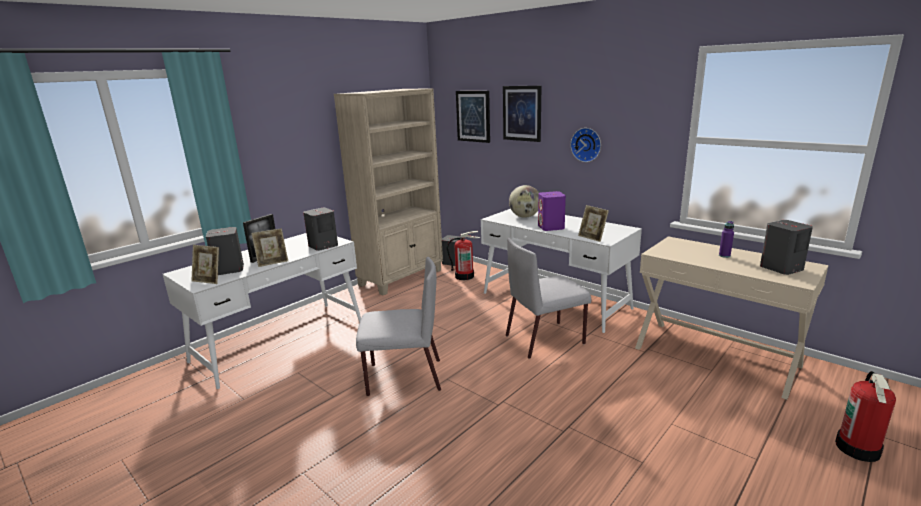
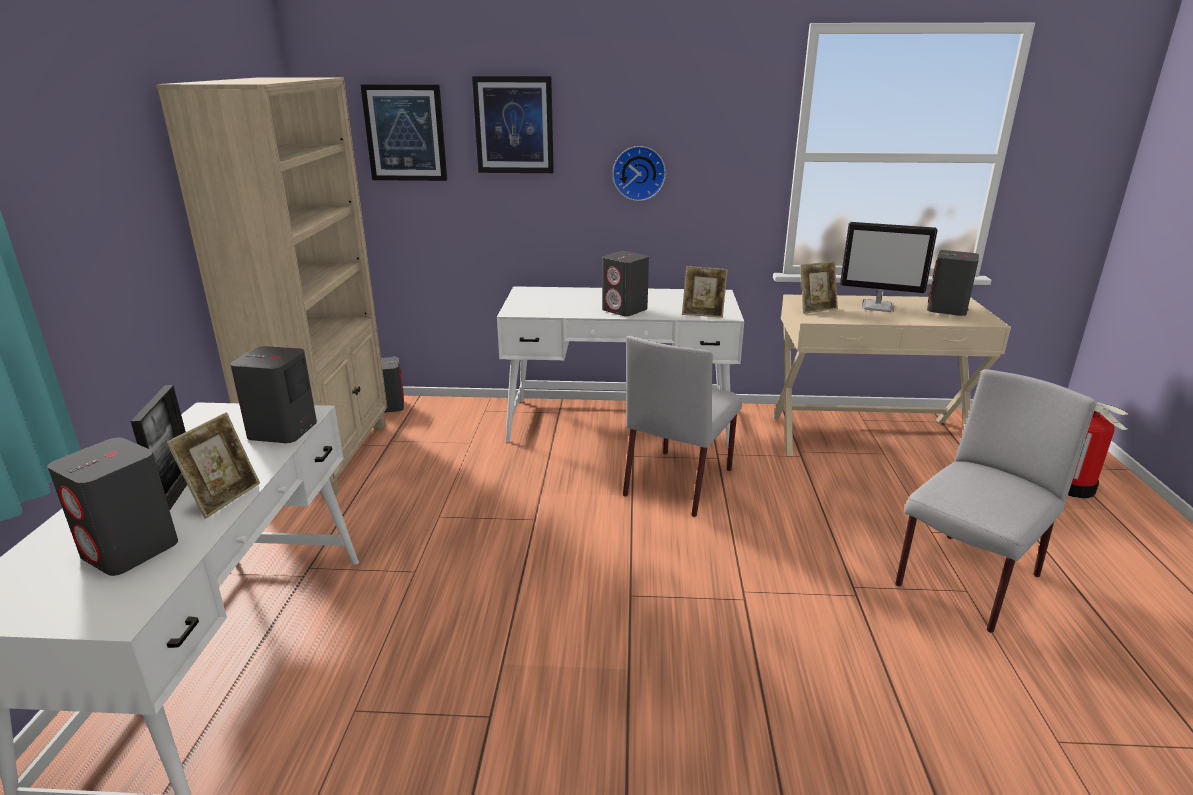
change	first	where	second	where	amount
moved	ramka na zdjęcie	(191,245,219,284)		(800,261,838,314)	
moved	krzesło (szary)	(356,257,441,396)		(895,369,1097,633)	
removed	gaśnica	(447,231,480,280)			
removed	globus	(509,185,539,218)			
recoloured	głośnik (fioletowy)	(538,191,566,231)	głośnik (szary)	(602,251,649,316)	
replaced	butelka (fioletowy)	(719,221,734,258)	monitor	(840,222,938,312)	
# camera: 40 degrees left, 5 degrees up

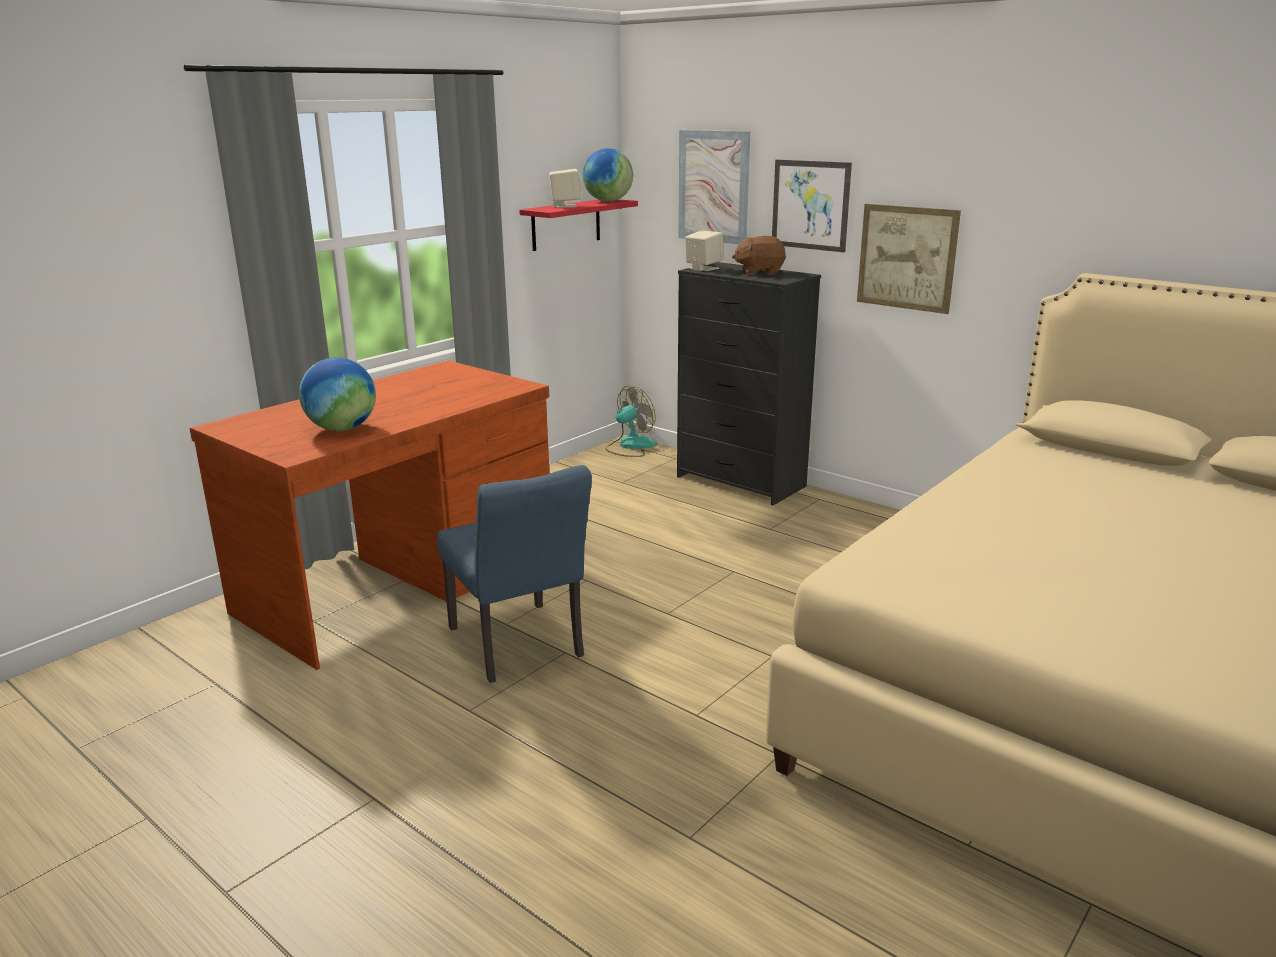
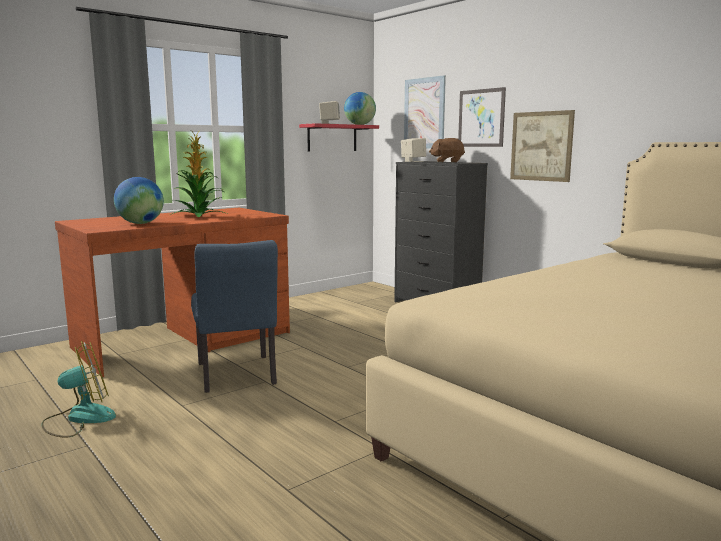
change	first	where	second	where	amount
moved	wentylator	(605,386,657,457)		(41,341,116,438)	
added			roślina doniczkowa	(170,132,227,217)	
# camera: 10 degrees right, 10 degrees down

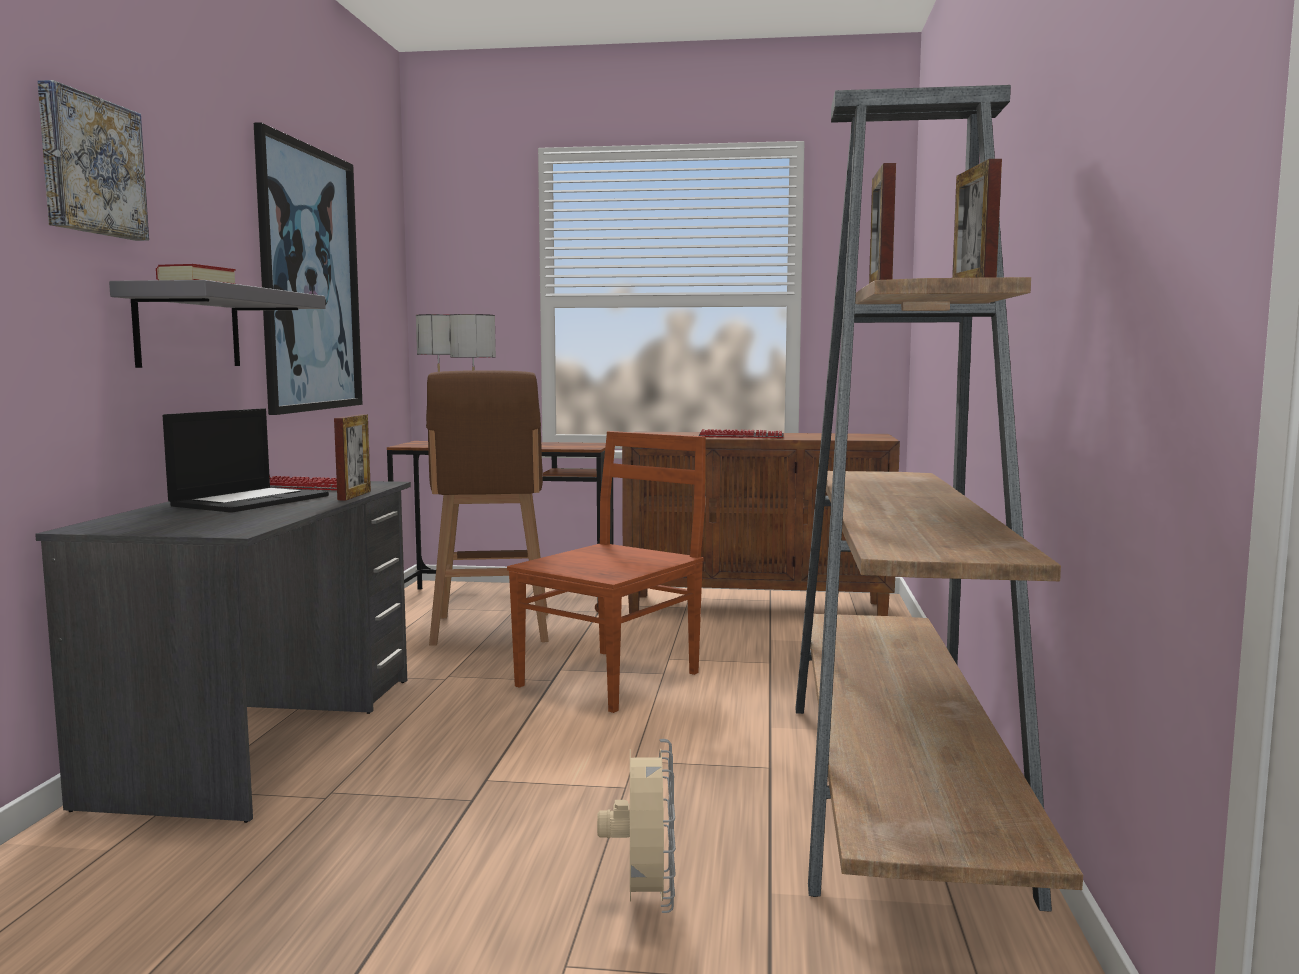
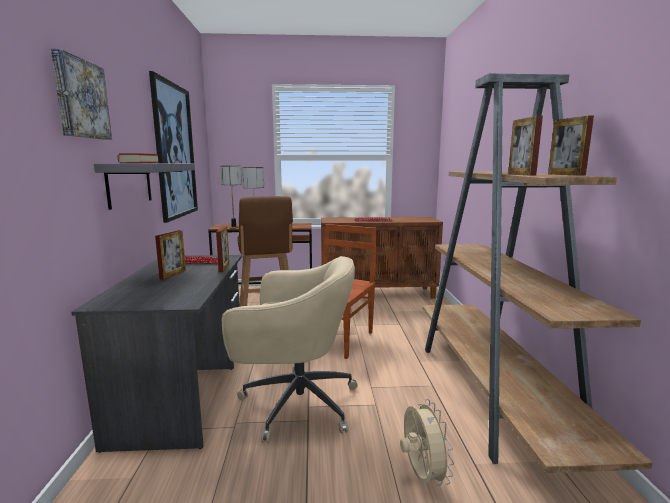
change	first	where	second	where	amount
replaced	laptop	(163,409,329,513)	ramka na zdjęcie	(155,230,186,279)	
added			krzesło biurowe (beżowy)	(222,256,358,443)	
# camera: 10 degrees left, 5 degrees up

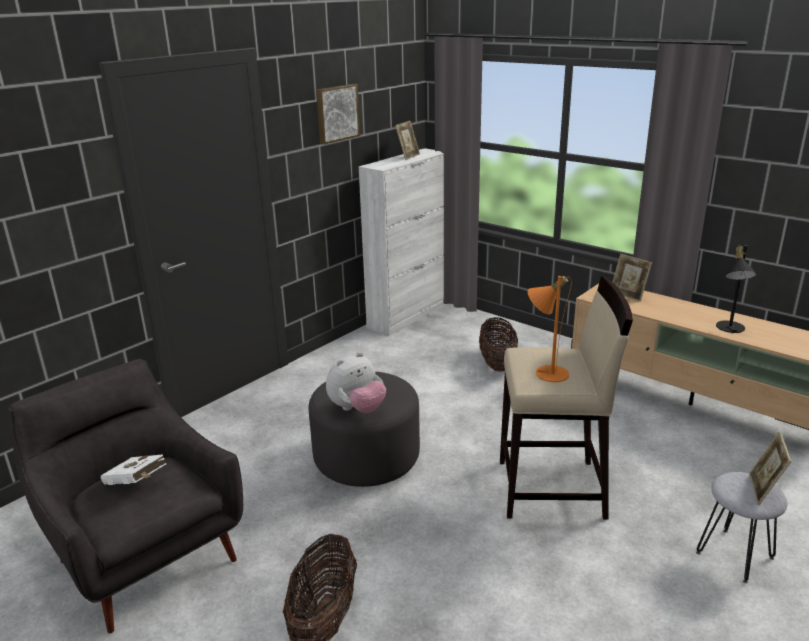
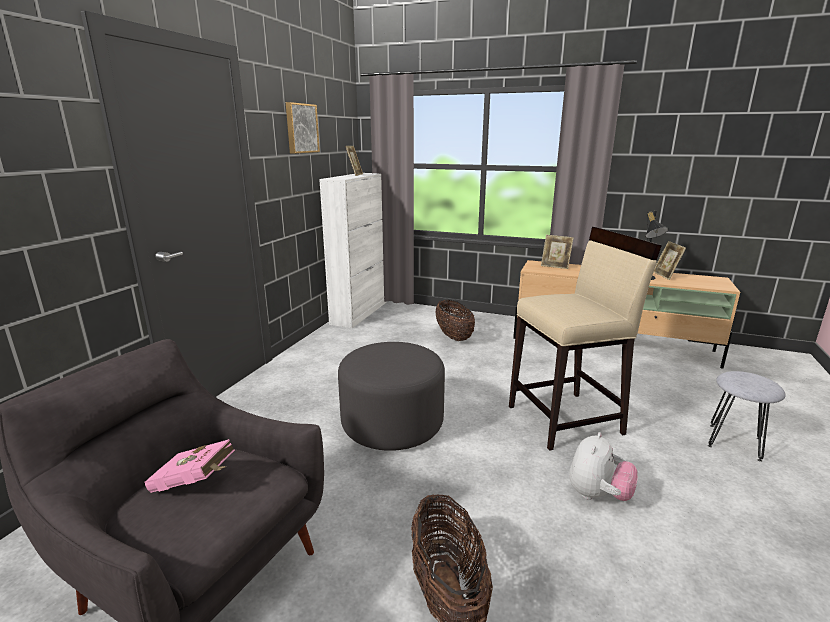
change	first	where	second	where	amount
recoloured	książka (biały)	(101,454,166,485)	książka (różowy)	(145,439,235,493)	
moved	pluszak	(326,352,386,413)		(569,432,638,501)	
removed	lampa stołowa (pomarańczowy)	(528,276,572,382)			
moved	ramka na zdjęcie	(749,431,792,505)		(654,241,686,280)	
# camera: 20 degrees left, 5 degrees down

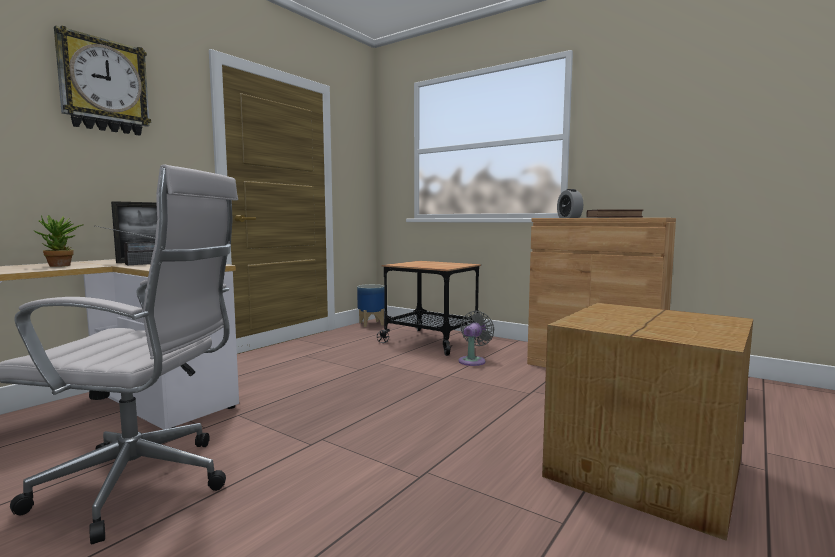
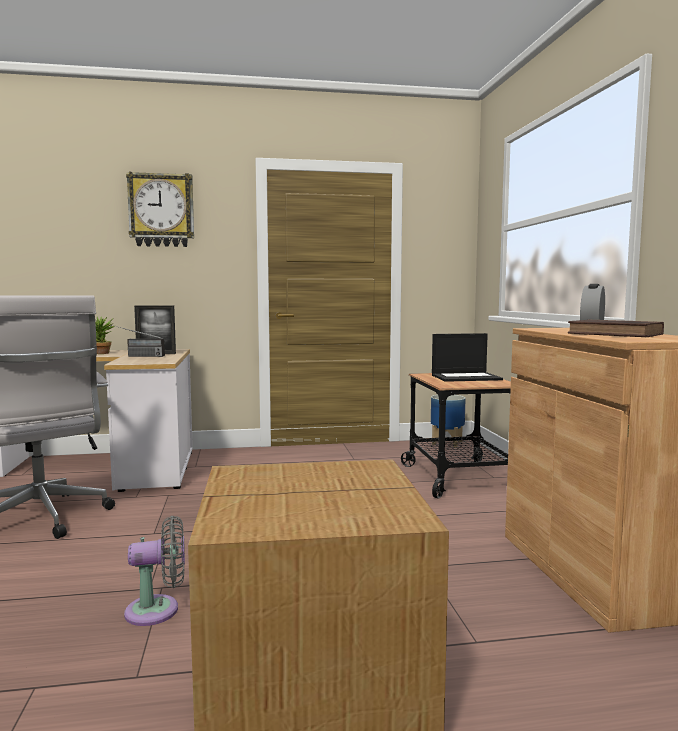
change	first	where	second	where	amount
moved	wentylator (szary)	(458,311,494,366)		(124,516,185,626)	
added			laptop	(432,333,503,382)	
# camera: 45 degrees right, 0 degrees up

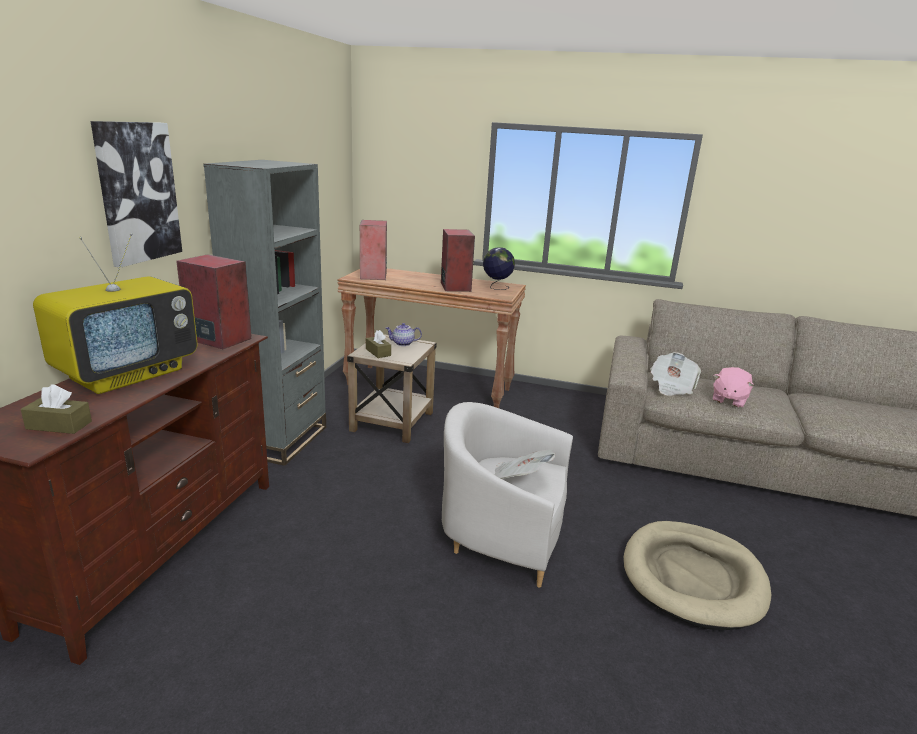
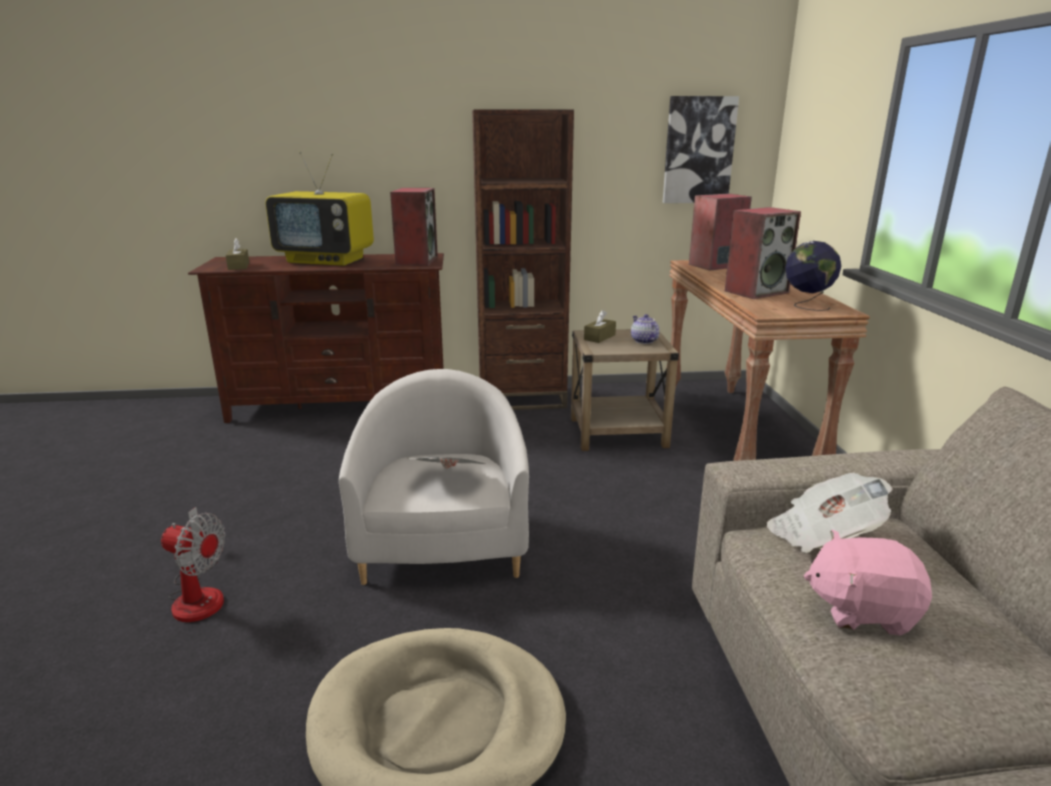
change	first	where	second	where	amount
moved	obraz	(91,121,182,268)		(663,96,739,203)	
recoloured	regał (szary)	(203,160,326,466)	regał (brązowy)	(472,109,574,410)	
added			wentylator	(161,507,225,622)	
# camera: 70 degrees right, 0 degrees up

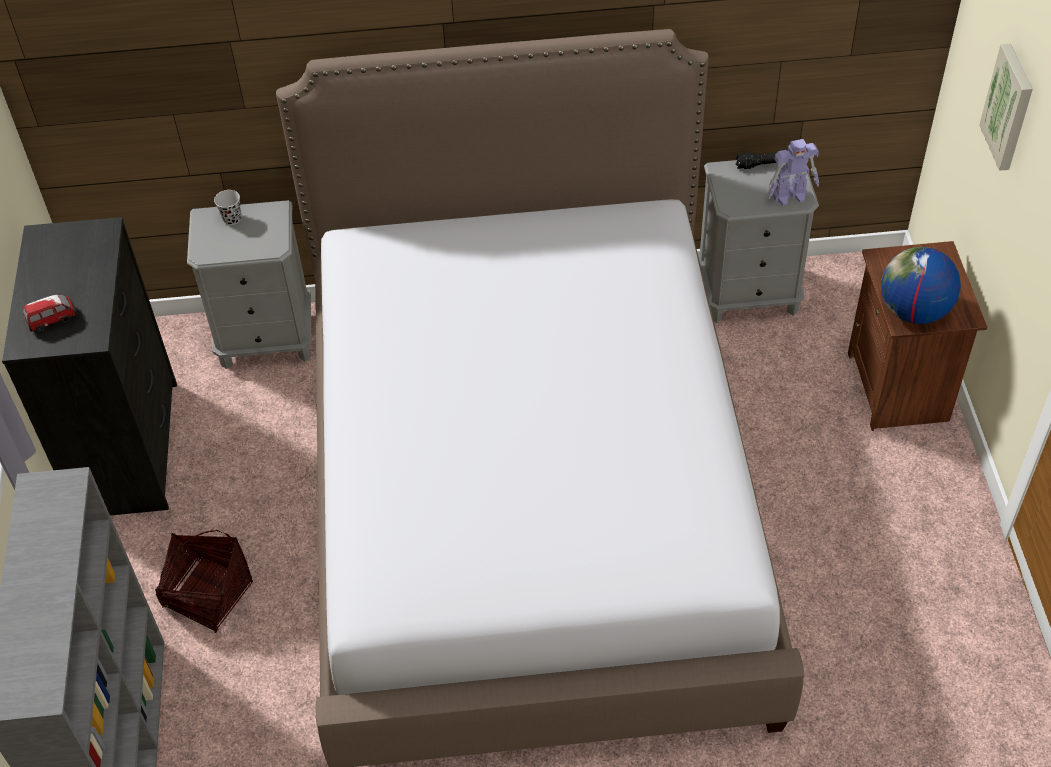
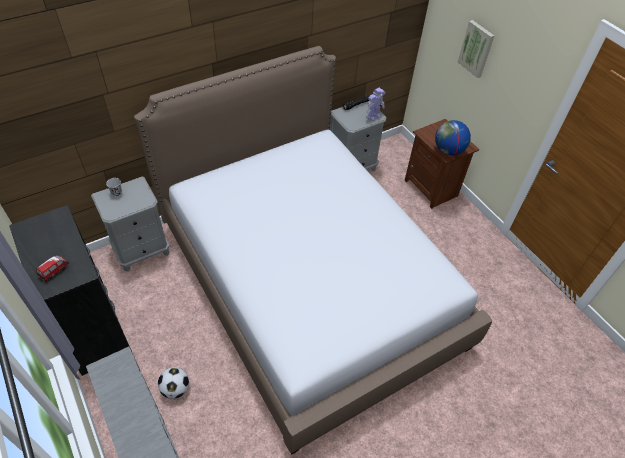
change	first	where	second	where	amount
replaced	koszyk	(155,530,253,633)	piłka futbolowa	(158,367,189,399)	
# camera: 30 degrees left, 0 degrees up

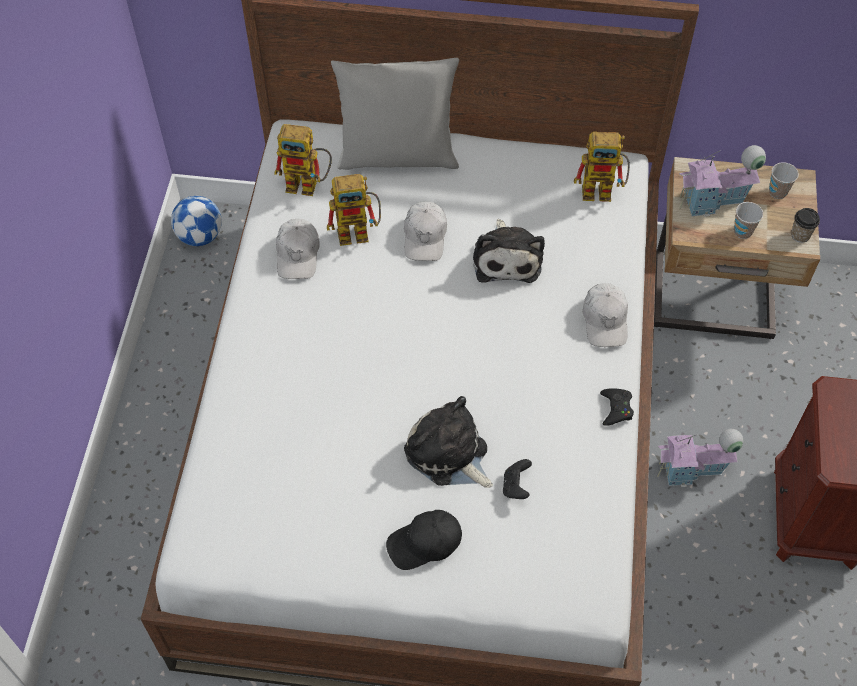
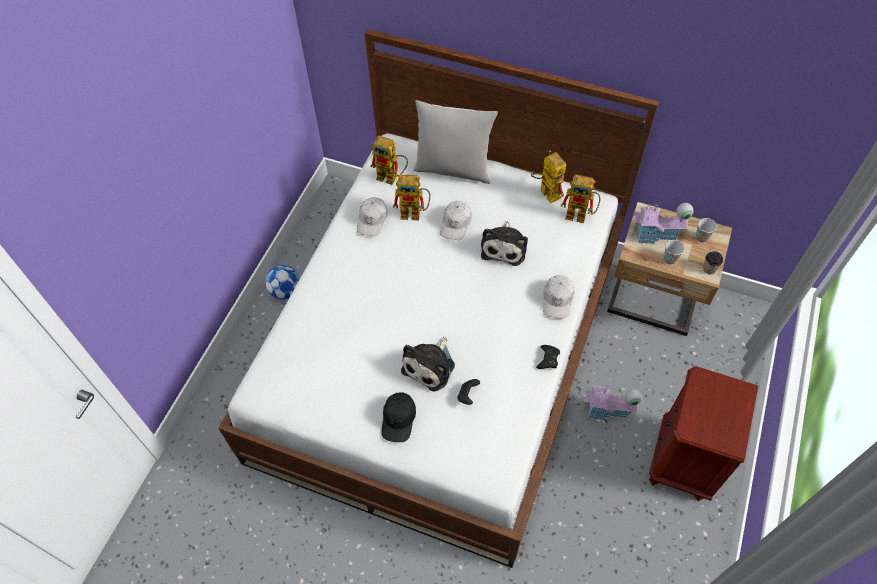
change	first	where	second	where	amount
moved	piłka futbolowa	(171,196,222,246)		(265,265,300,300)	
turned	czapka z daszkiem (czarny)	(386,510,462,570)		(381,392,416,442)	75 degrees counterclockwise
turned	pluszak	(404,396,493,488)		(401,337,455,391)	120 degrees counterclockwise
added			robot zabawkowy	(531,150,566,203)	
# camera: 15 degrees right, 0 degrees up

